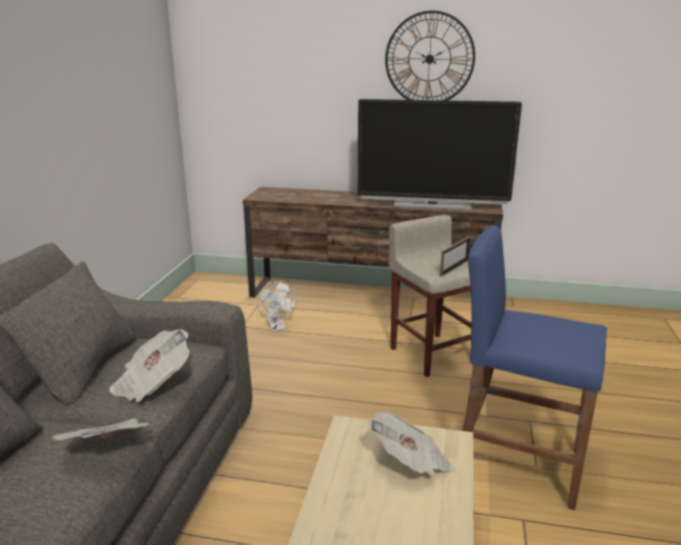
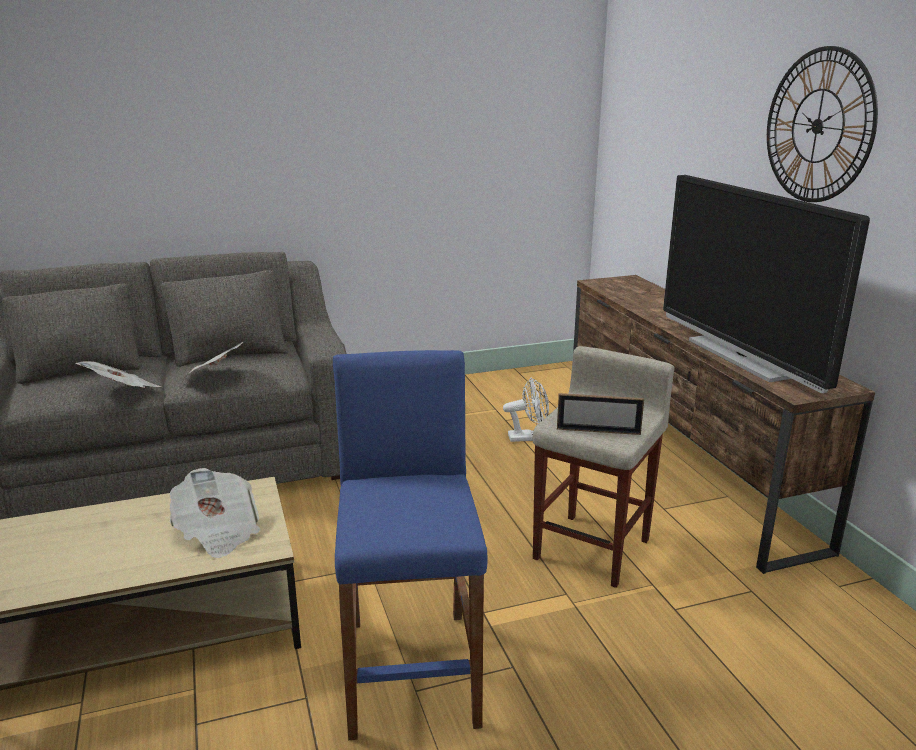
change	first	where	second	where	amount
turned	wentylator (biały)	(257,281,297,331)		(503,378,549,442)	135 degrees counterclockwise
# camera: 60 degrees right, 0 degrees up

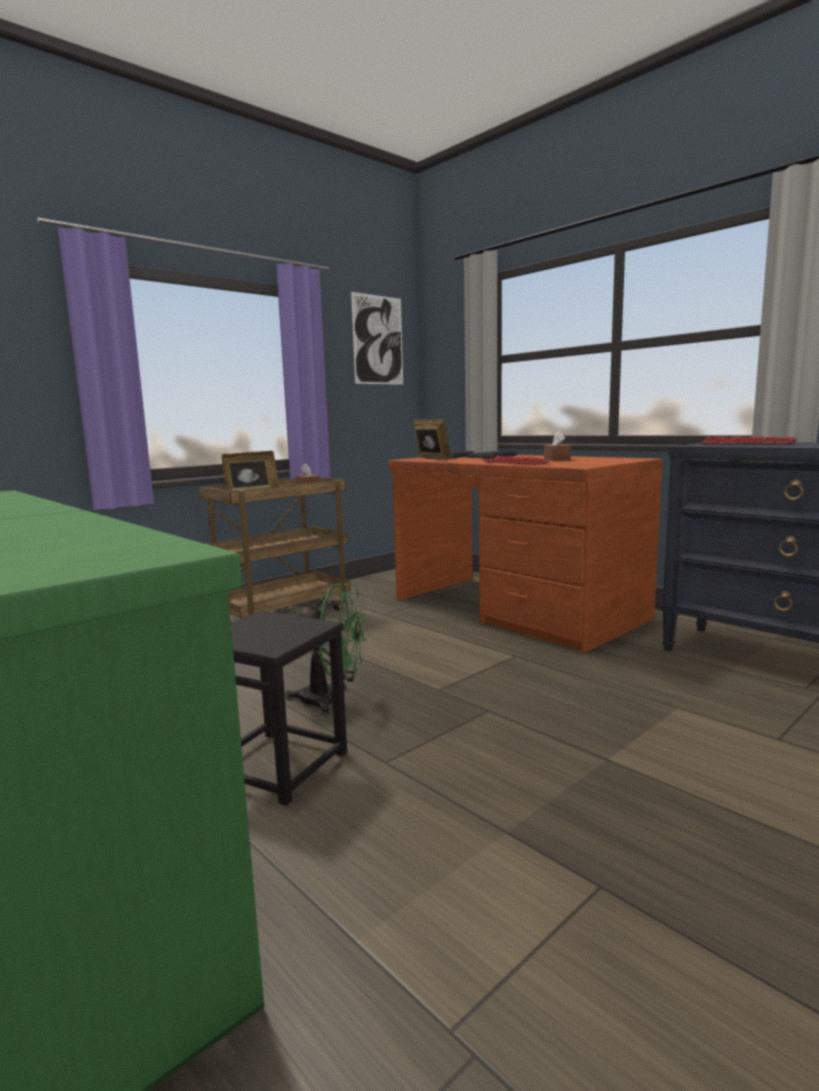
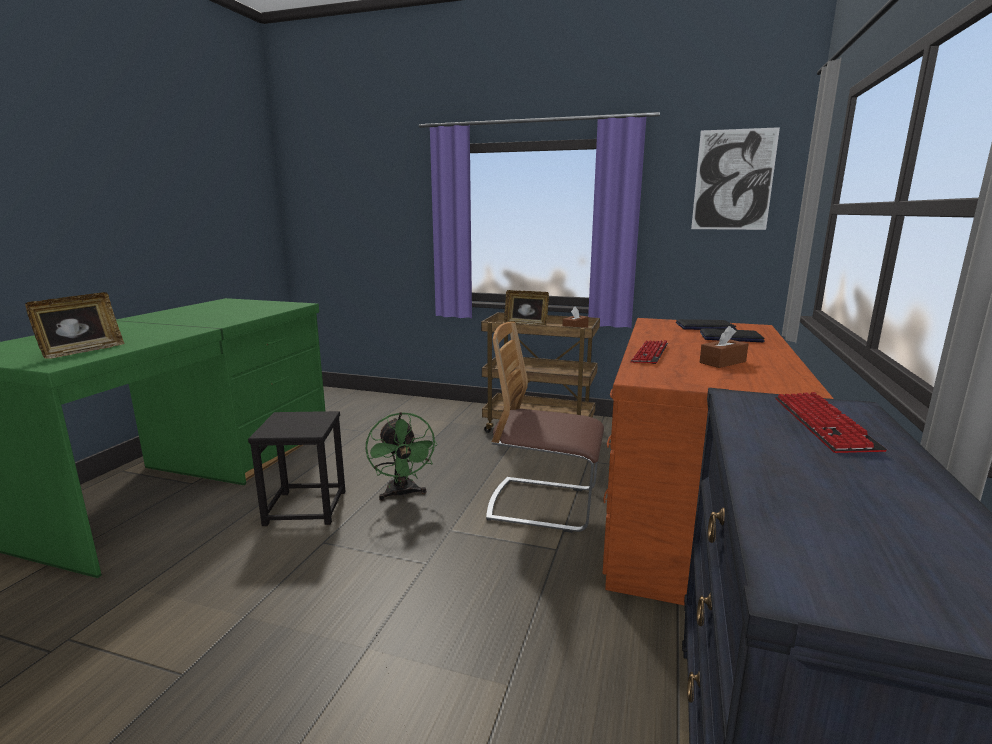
change	first	where	second	where	amount
moved	ramka na zdjęcie	(413,419,452,460)		(25,292,124,359)	
added			krzesło	(486,322,604,533)	
# camera: 60 degrees right, 5 degrees up

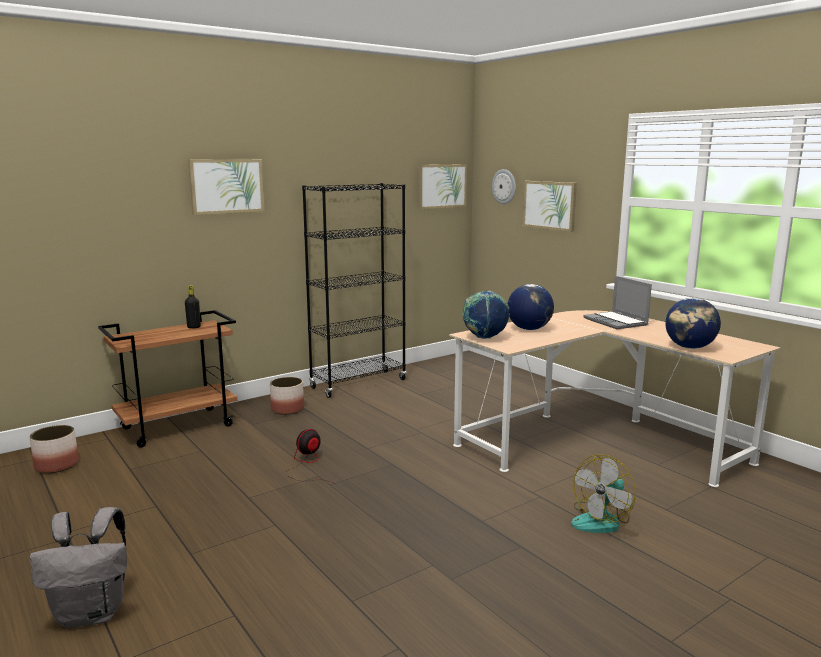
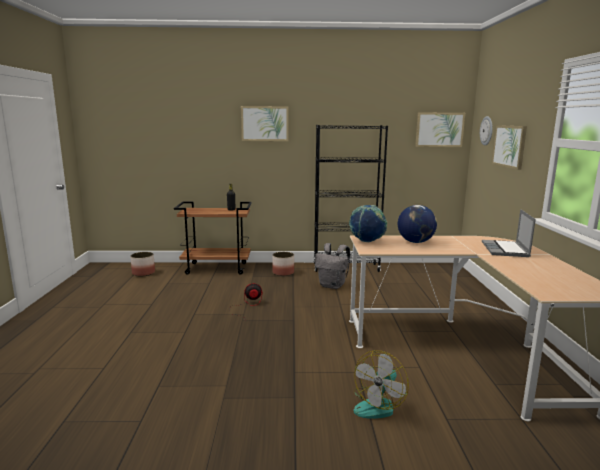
change	first	where	second	where	amount
moved	plecak (szary)	(30,507,127,628)		(315,243,350,289)	
turned	wentylator	(571,454,636,533)		(354,350,409,419)	45 degrees counterclockwise
removed	globus	(665,298,721,349)			
# camera: 35 degrees right, 0 degrees up

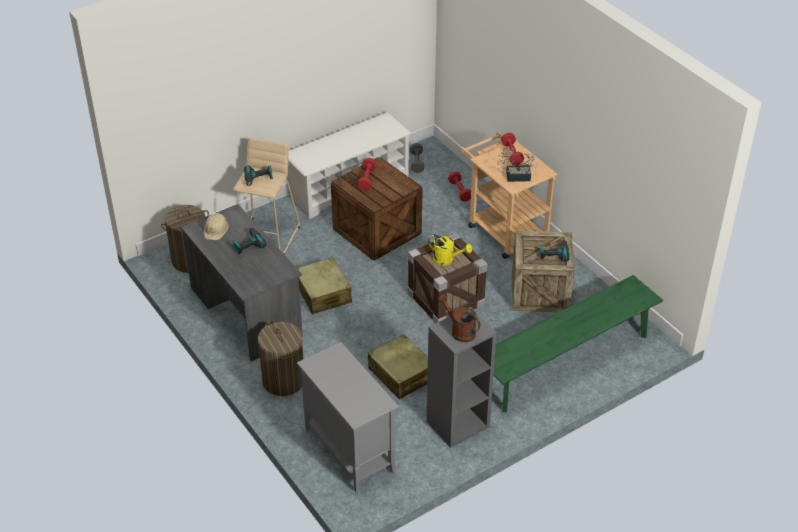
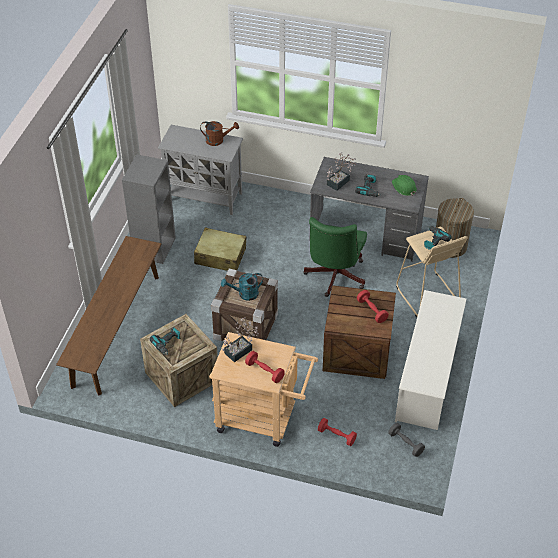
change	first	where	second	where	amount
recoloured	kask (beżowy)	(204,213,229,240)	kask (zielony)	(392,175,417,196)	
removed	kosz na pranie	(258,322,303,396)			
replaced	walizka (beżowy)	(297,257,352,314)	krzesło biurowe (zielony)	(303,217,367,297)	
recoloured	konewka (żółty)	(428,234,472,266)	konewka (turkusowy)	(221,273,263,301)	
moved	konewka (brązowy)	(437,294,480,342)		(200,121,239,146)	
recoloured	ławka (zielony)	(493,275,663,412)	ławka (brązowy)	(56,236,161,396)	
added			roślina doniczkowa	(327,152,356,191)	
# camera: 140 degrees right, 5 degrees up

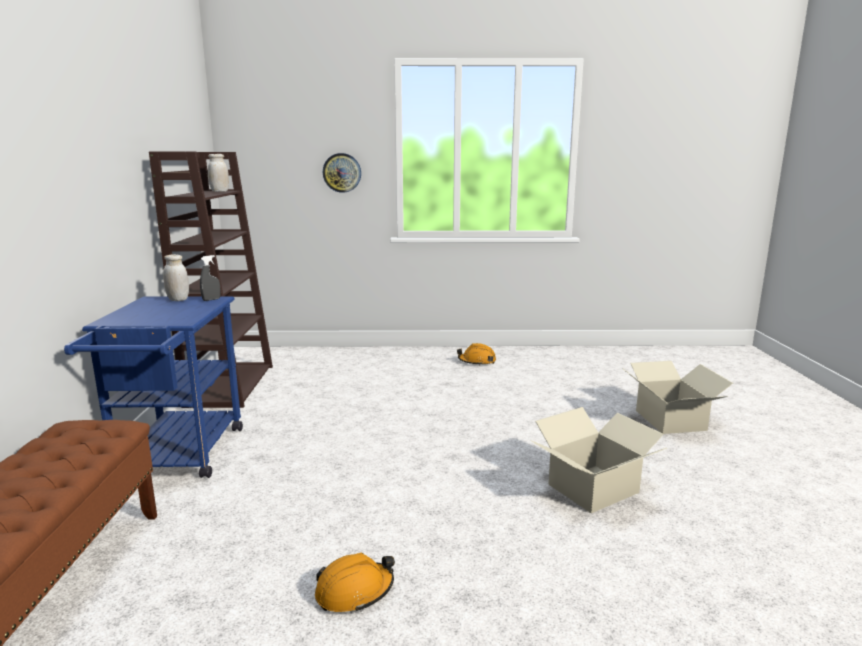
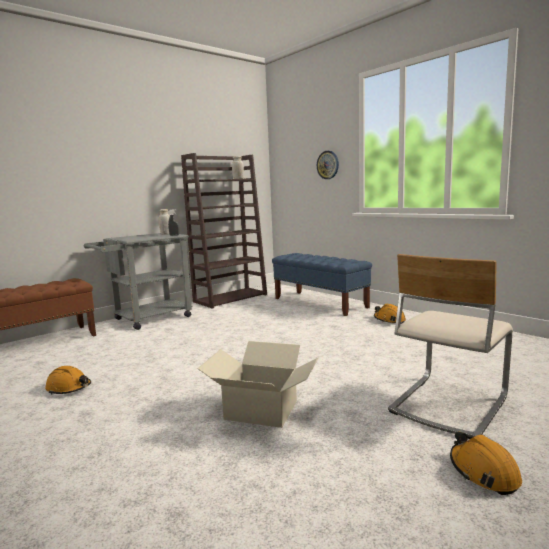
change	first	where	second	where	amount
recoloured	wózek (niebieski)	(64,296,243,478)	wózek (szary)	(84,233,193,330)	
replaced	karton	(622,361,733,434)	krzesło (beżowy)	(388,254,513,439)	
added			ławka (niebieski)	(272,253,372,316)	
added			kask (pomarańczowy)	(450,432,522,495)	
# camera: 50 degrees right, 5 degrees down

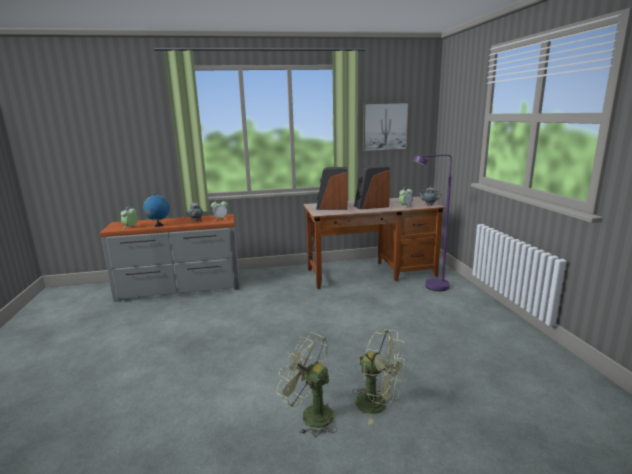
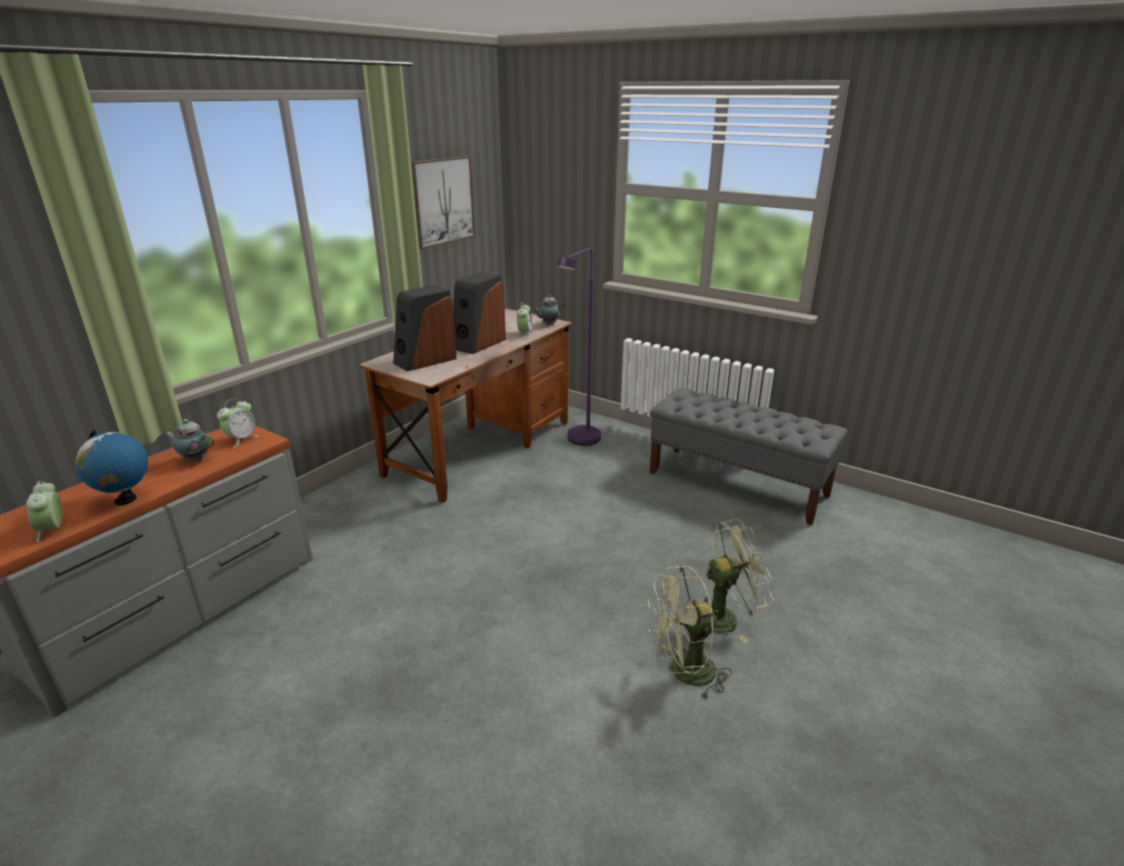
change	first	where	second	where	amount
added			ławka (szary)	(650,388,848,525)	
# camera: 45 degrees left, 10 degrees up

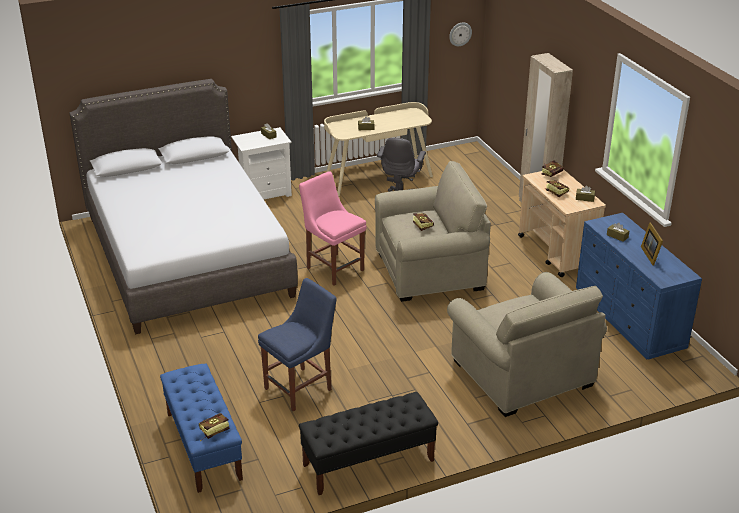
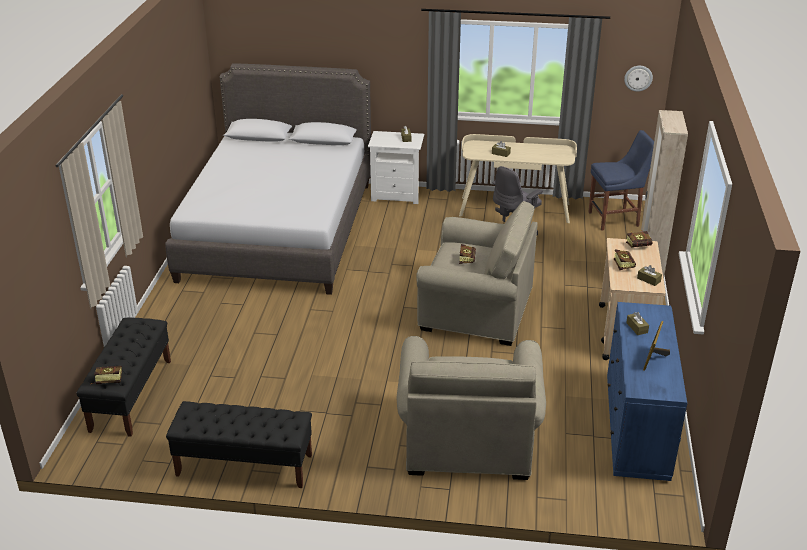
change	first	where	second	where	amount
recoloured	ławka (niebieski)	(160,363,243,493)	ławka (czarny)	(76,317,171,437)	
moved	krzesło (niebieski)	(258,278,337,412)		(588,130,654,231)	
removed	krzesło (różowy)	(299,171,367,286)			
# camera: 30 degrees right, 0 degrees up

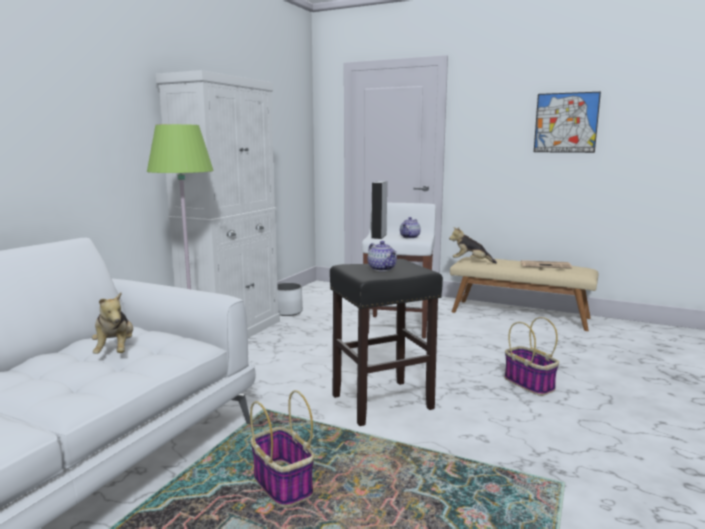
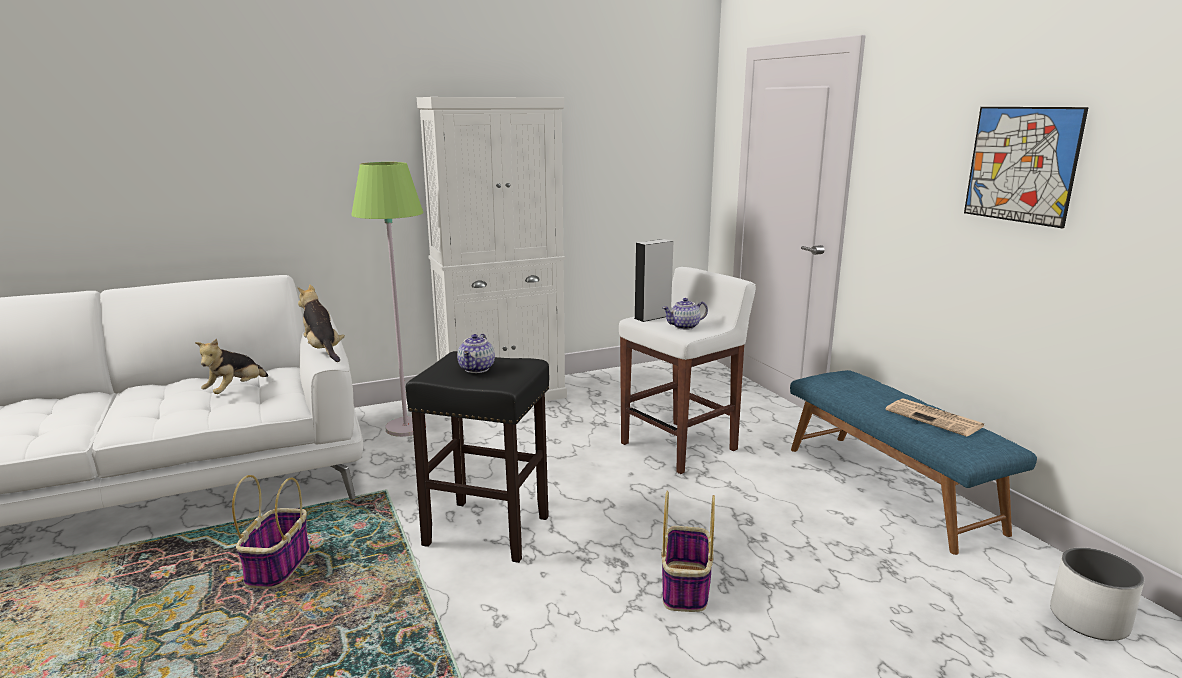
change	first	where	second	where	amount
moved	donica (biały)	(277,283,303,316)		(1050,547,1145,641)	
moved	pluszak	(449,227,497,263)		(298,285,345,362)	
recoloured	ławka (beżowy)	(450,257,599,331)	ławka (niebieski)	(790,370,1037,555)	
# camera: 40 degrees right, 5 degrees up

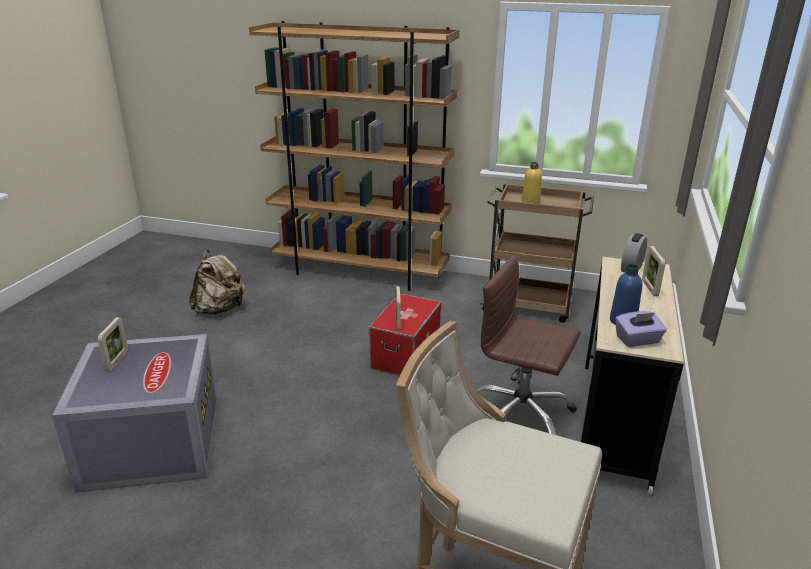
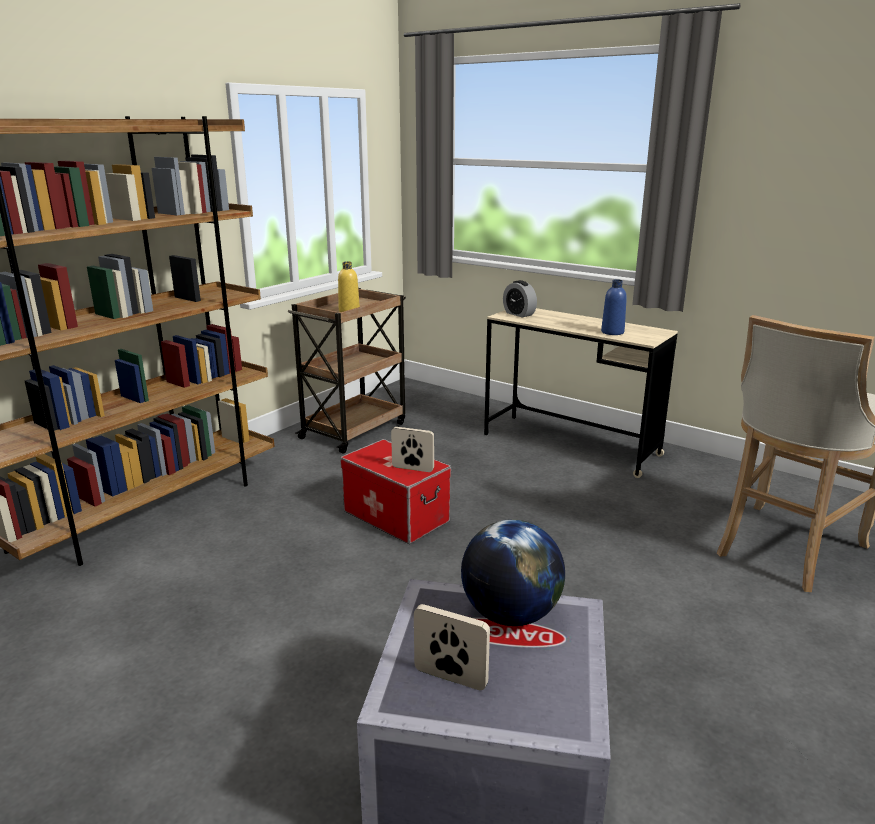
change	first	where	second	where	amount
removed	plecak (beżowy)	(189,250,246,315)			
removed	krzesło biurowe (brązowy)	(476,256,580,435)			
removed	pudełko chusteczek (fioletowy)	(615,311,667,347)			
removed	ramka na zdjęcie	(642,246,666,296)			
added			globus	(461,519,565,626)	
# camera: 70 degrees left, 5 degrees down

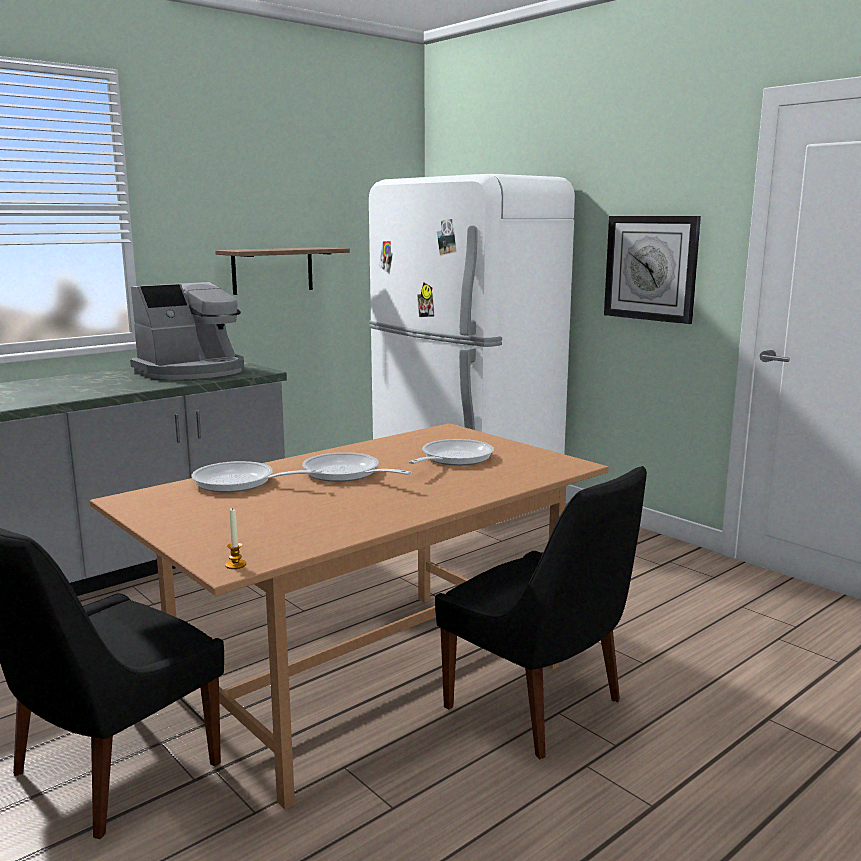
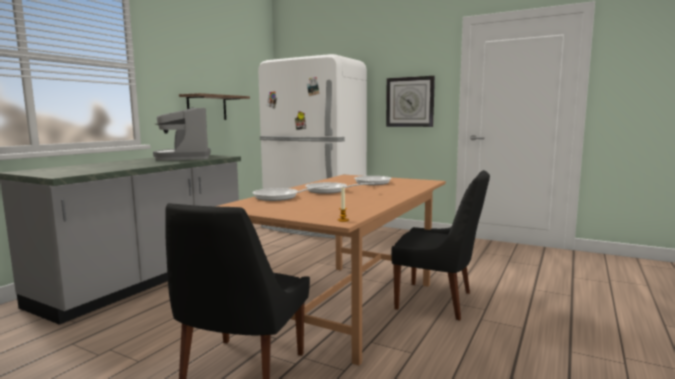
change	first	where	second	where	amount
turned	ekspres do kawy	(130,282,244,380)		(153,107,211,160)	135 degrees clockwise
# camera: 20 degrees left, 5 degrees down

